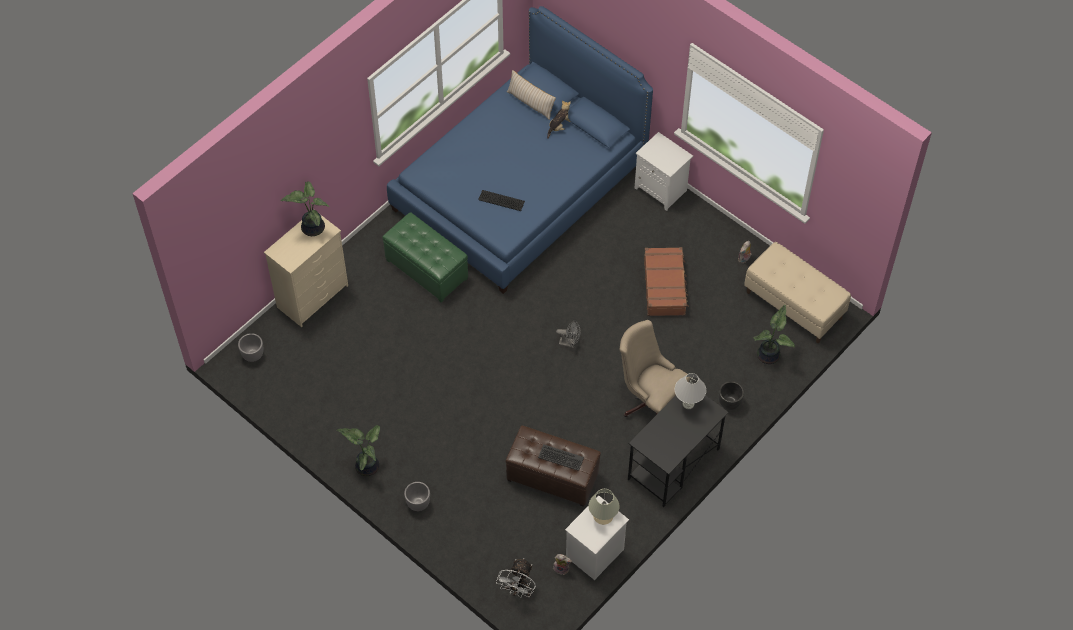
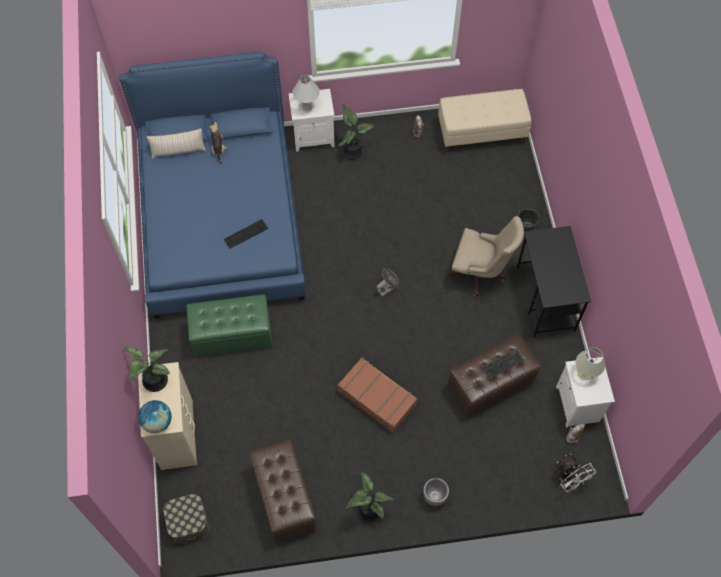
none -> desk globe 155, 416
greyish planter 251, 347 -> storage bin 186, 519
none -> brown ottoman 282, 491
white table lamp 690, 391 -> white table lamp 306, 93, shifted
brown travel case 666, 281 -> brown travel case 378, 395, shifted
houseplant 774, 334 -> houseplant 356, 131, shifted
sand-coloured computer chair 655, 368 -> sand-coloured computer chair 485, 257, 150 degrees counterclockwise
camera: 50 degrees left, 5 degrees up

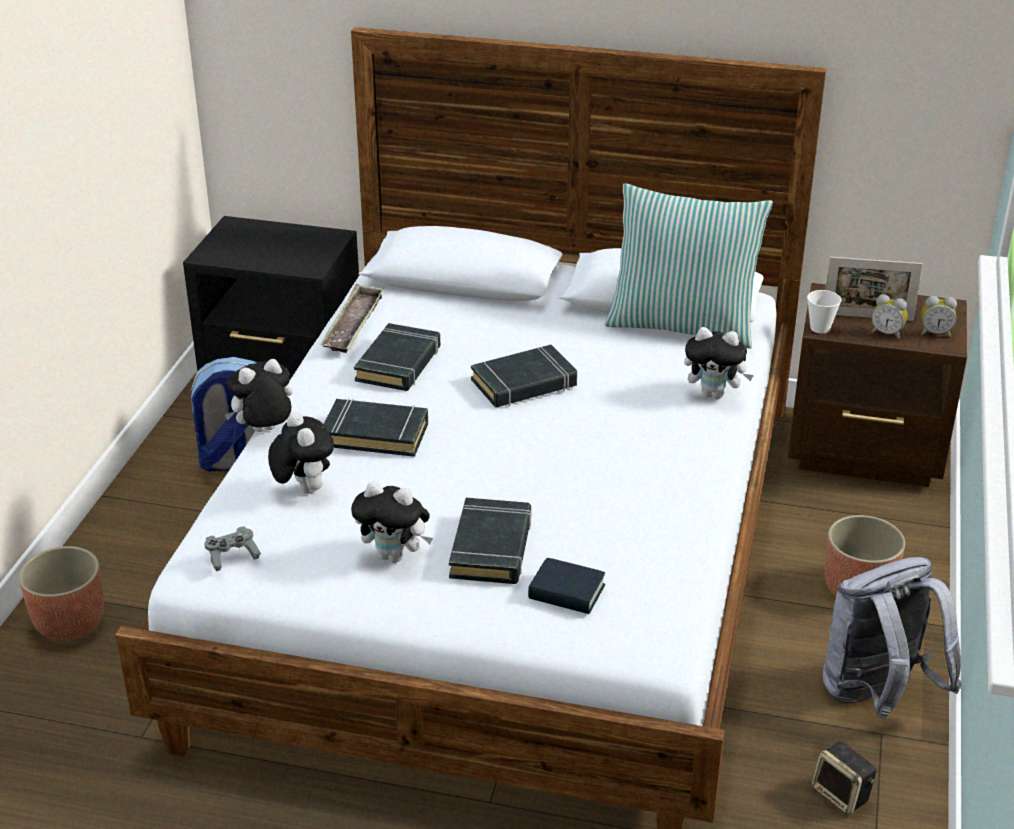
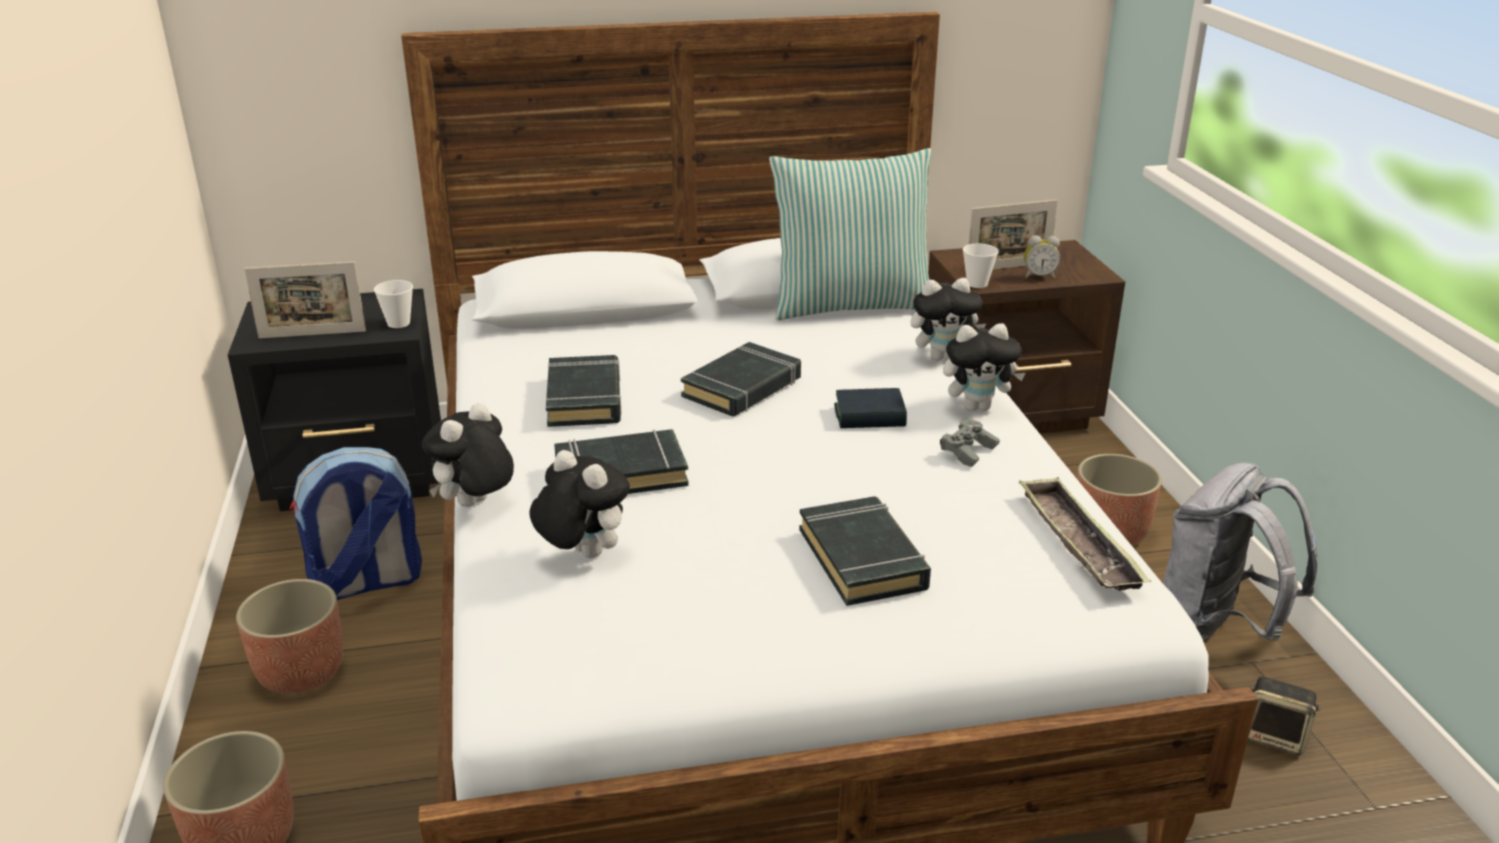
none -> planter 289, 636
none -> picture frame 305, 300
none -> drinking cup 393, 304
bound book 566, 586 -> bound book 870, 408, shifted
greyish gamepad 232, 549 -> greyish gamepad 970, 443, shifted
plush toy 392, 522 -> plush toy 984, 367, shifted
tray 352, 318 -> tray 1085, 534, shifted
alarm clock 939, 316 -> none
camera: 25 degrees left, 5 degrees down

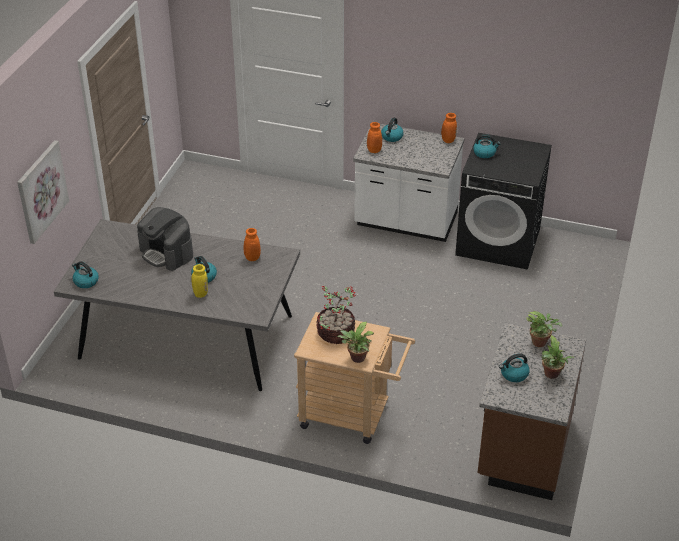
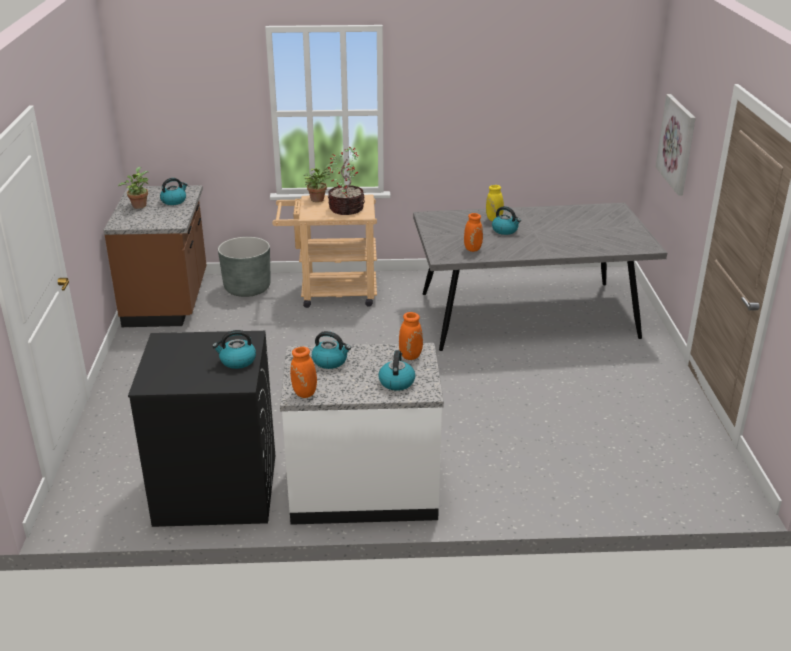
none -> greyish planter 244, 267
water kettle 85, 274 -> water kettle 331, 350, shifted
coffee machine 165, 239 -> none
houseplant 544, 329 -> none
camera: 160 degrees right, 10 degrees down

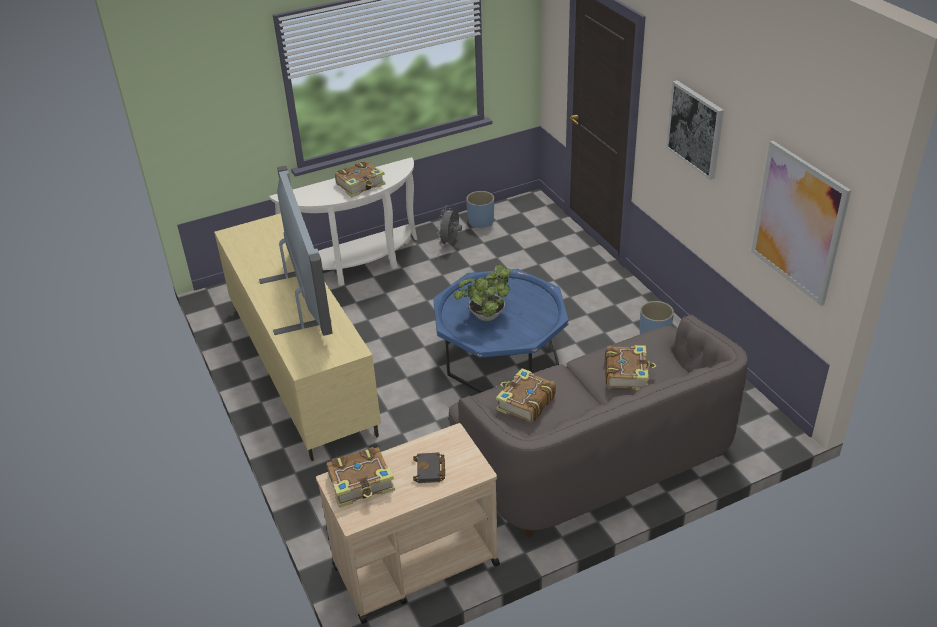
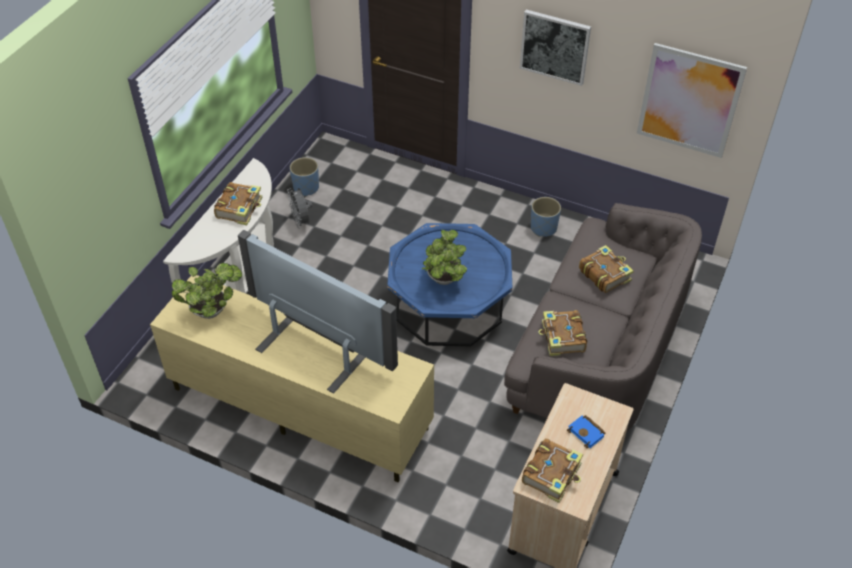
none -> houseplant 207, 291
black bound book 429, 467 -> blue-coloured bound book 586, 431
camera: 40 degrees left, 10 degrees up

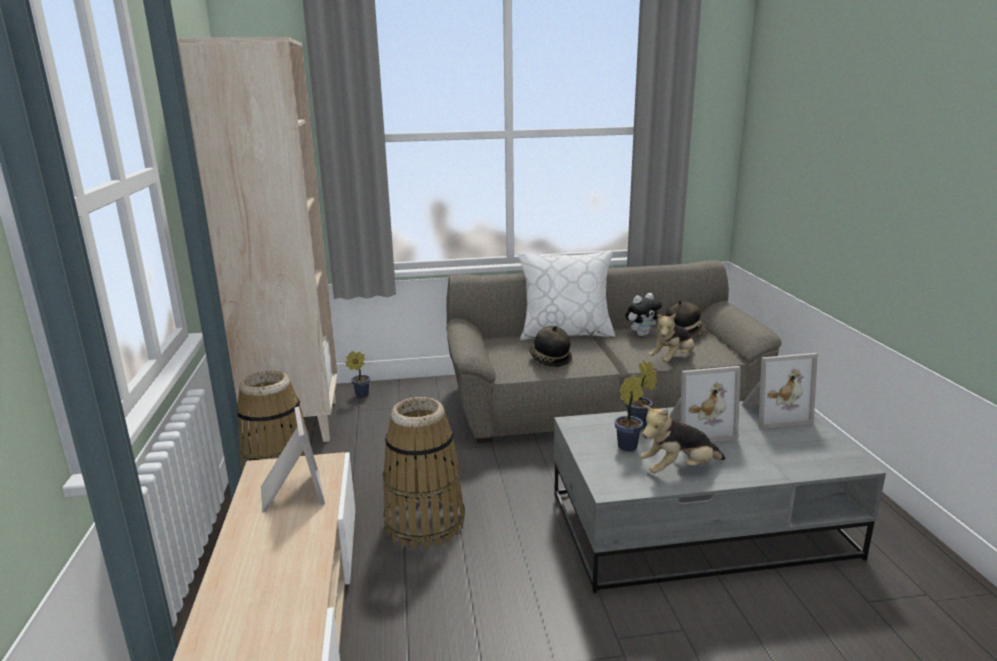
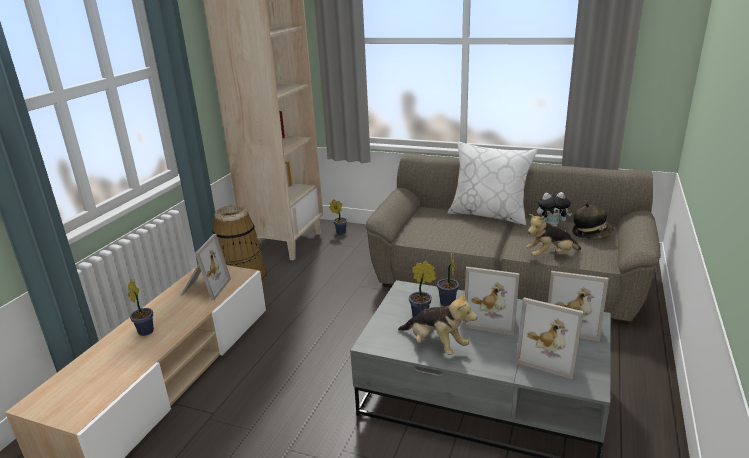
none -> houseplant 141, 307
plush toy 682, 439 -> plush toy 437, 323, 150 degrees counterclockwise
none -> picture frame 549, 338
storage basket 424, 472 -> none
wearable hat 550, 346 -> none
camera: 30 degrees right, 5 degrees up

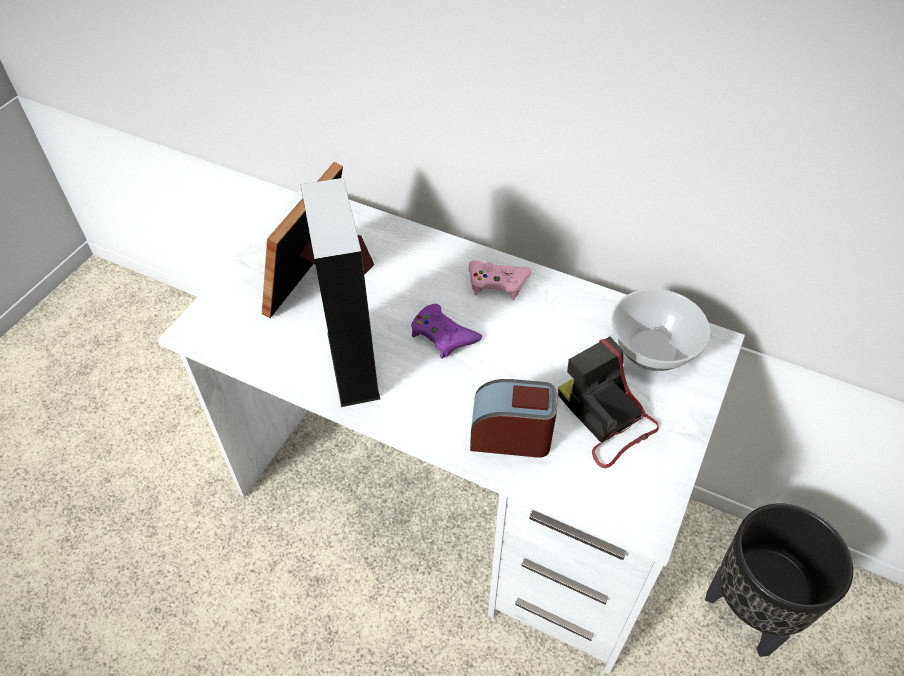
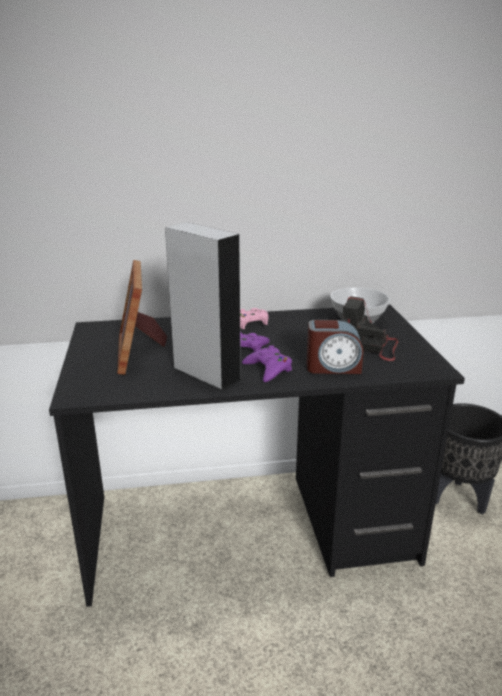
white desk unit 451, 432 -> black desk unit 257, 456
none -> purple gamepad 267, 363
alarm clock 514, 418 -> alarm clock 335, 347, 150 degrees counterclockwise
camera: 35 degrees left, 25 degrees down

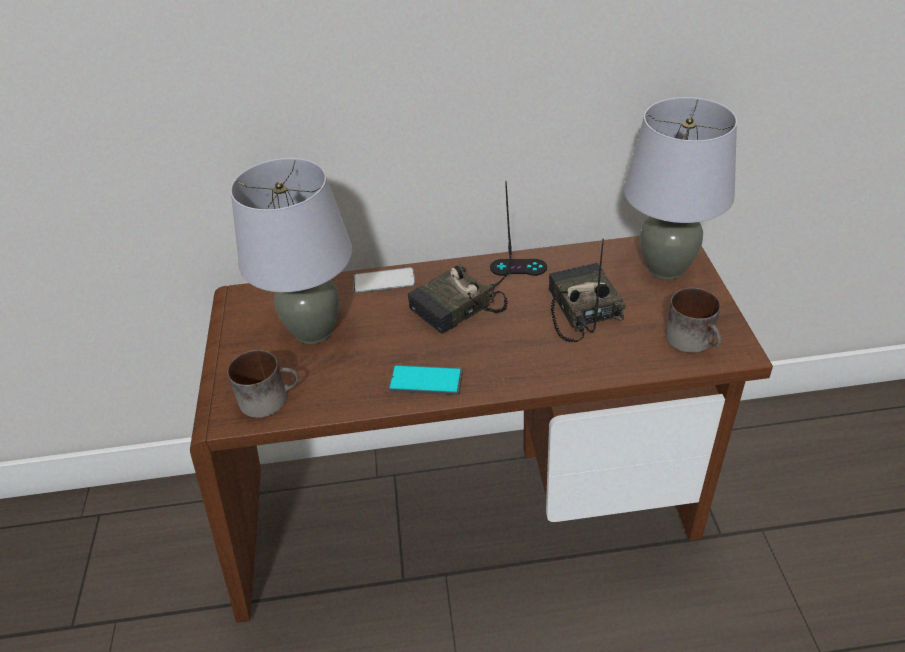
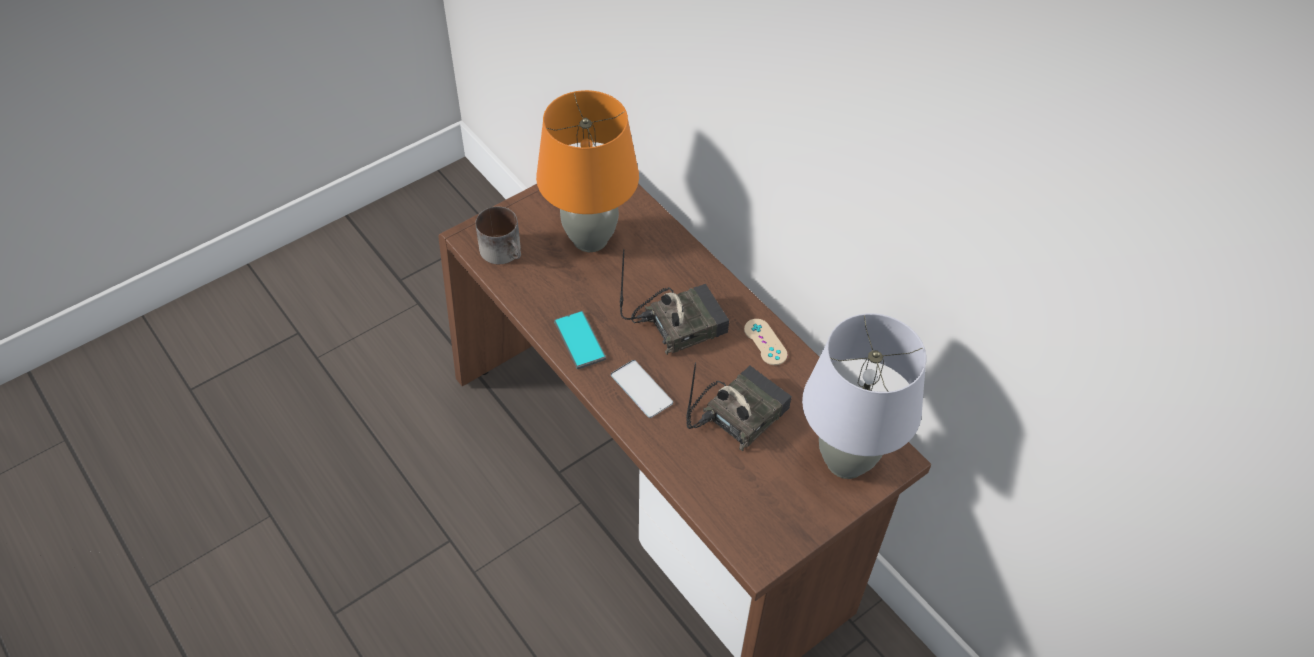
greyish table lamp 291, 251 -> orange-coloured table lamp 587, 171
handset 384, 280 -> handset 642, 389, shifted
radio set 460, 257 -> radio set 674, 302, 135 degrees clockwise
black gamepad 518, 267 -> sand-coloured gamepad 766, 342
tea mug 693, 320 -> none
camera: 55 degrees right, 10 degrees up

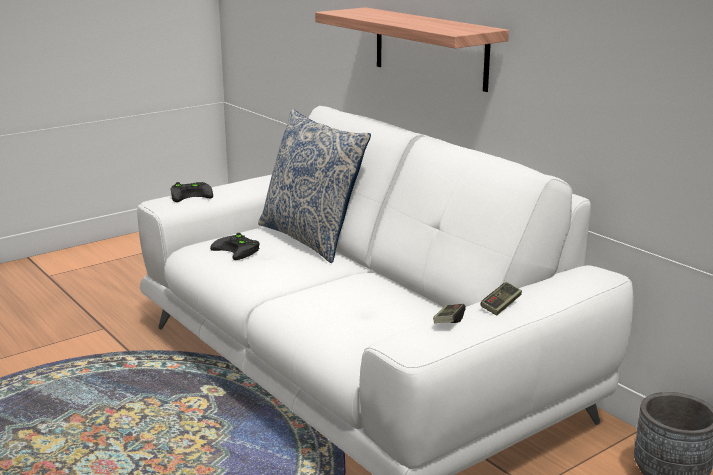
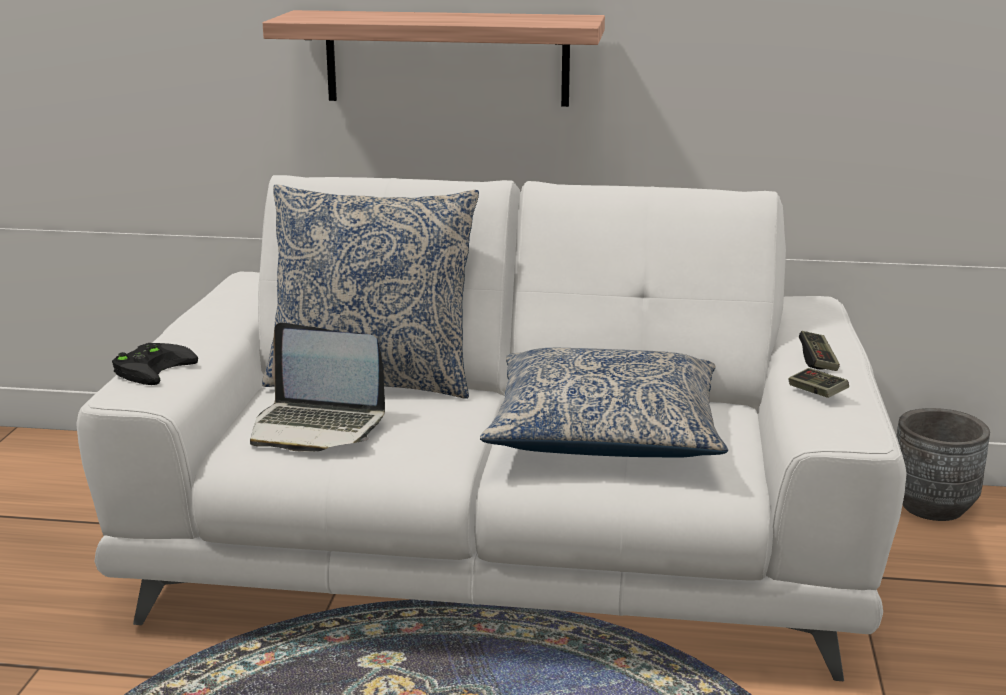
black gamepad 235, 246 -> portable computer 317, 387
none -> pillow 604, 403
camera: 45 degrees left, 0 degrees up

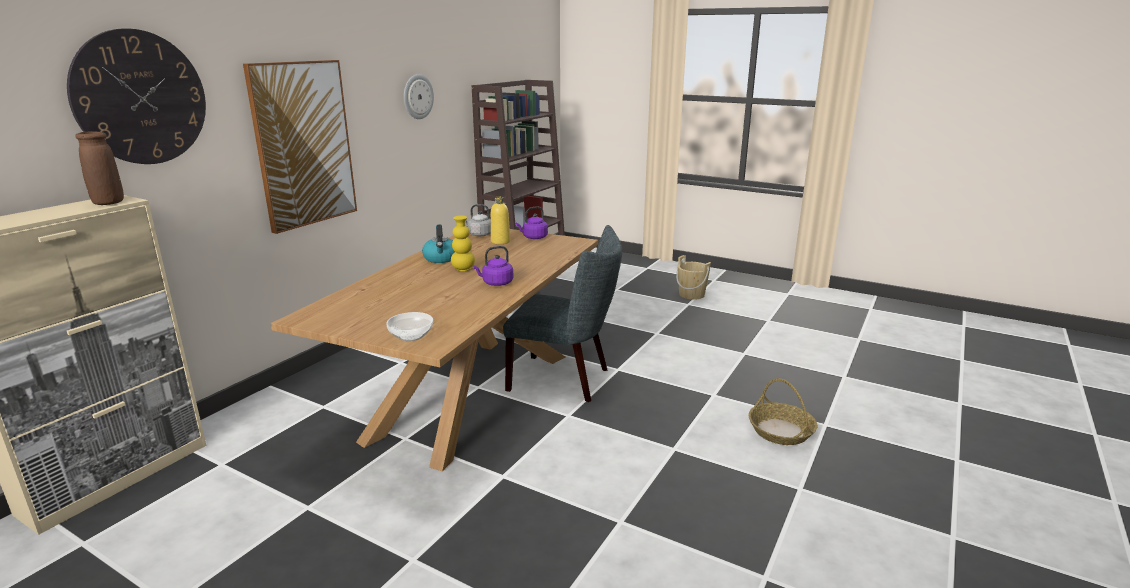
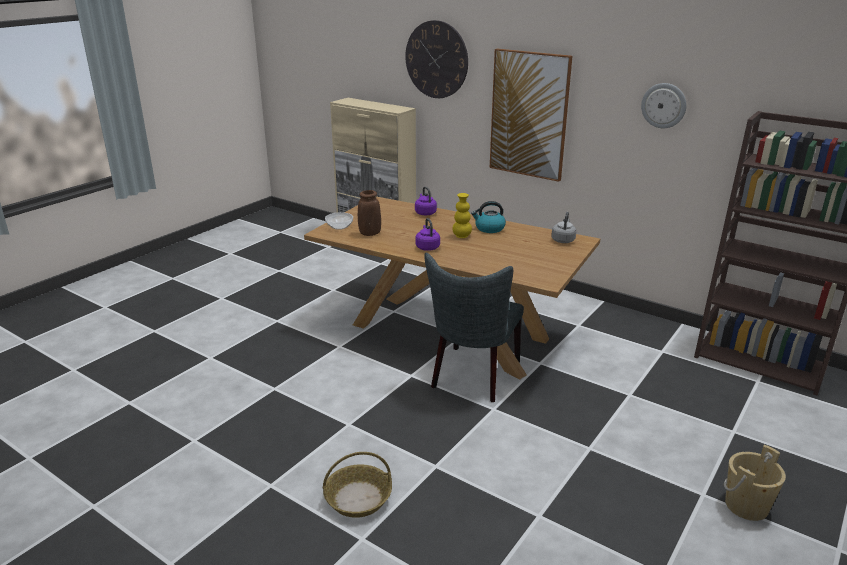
brown decorative vase 99, 168 -> brown decorative vase 369, 213, shifted
purple water kettle 532, 222 -> purple water kettle 426, 201, shifted
yellow beverage bottle 500, 220 -> none
camera: 95 degrees right, 5 degrees up

